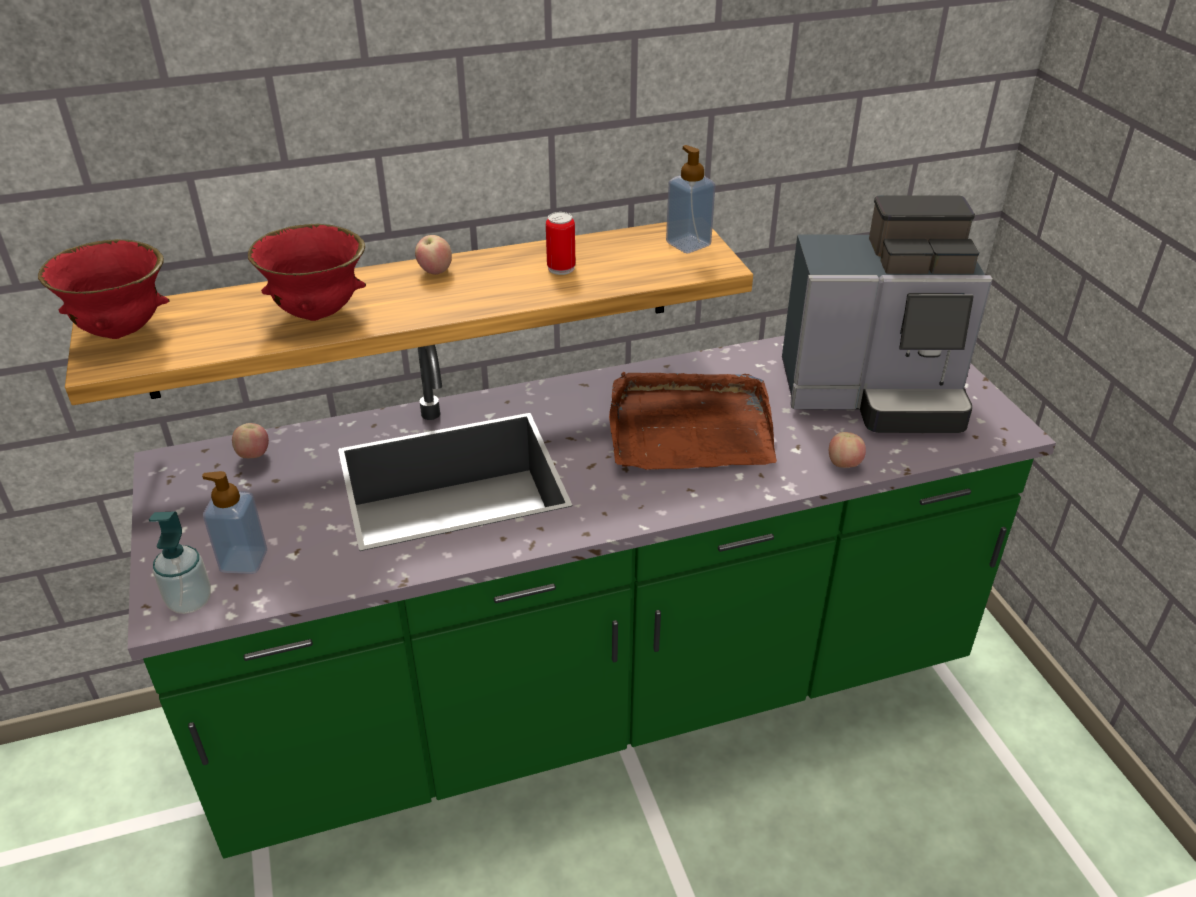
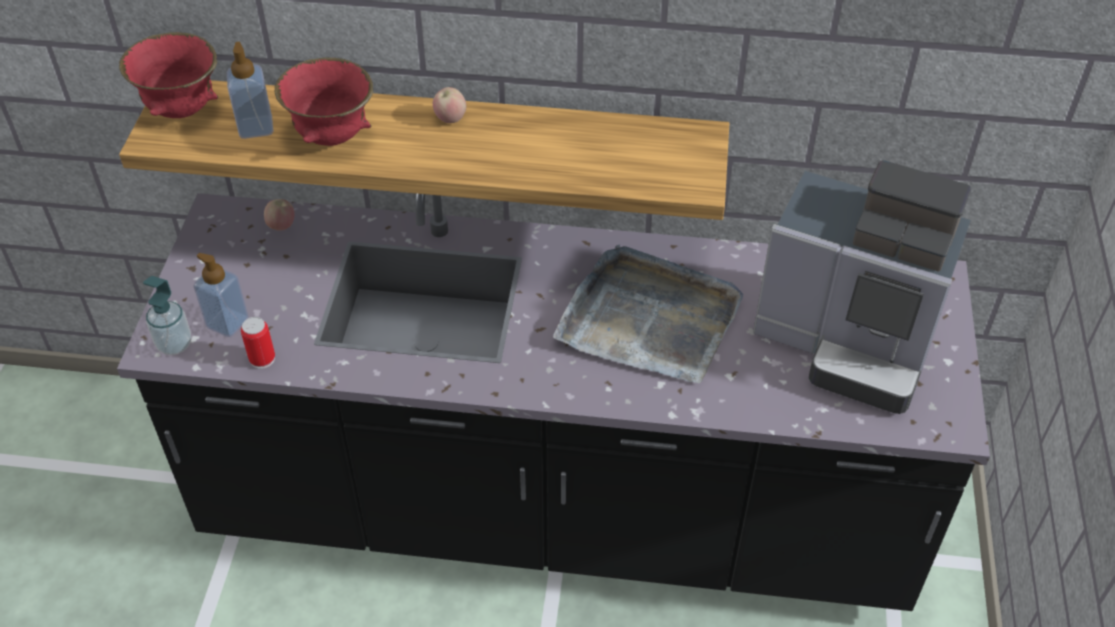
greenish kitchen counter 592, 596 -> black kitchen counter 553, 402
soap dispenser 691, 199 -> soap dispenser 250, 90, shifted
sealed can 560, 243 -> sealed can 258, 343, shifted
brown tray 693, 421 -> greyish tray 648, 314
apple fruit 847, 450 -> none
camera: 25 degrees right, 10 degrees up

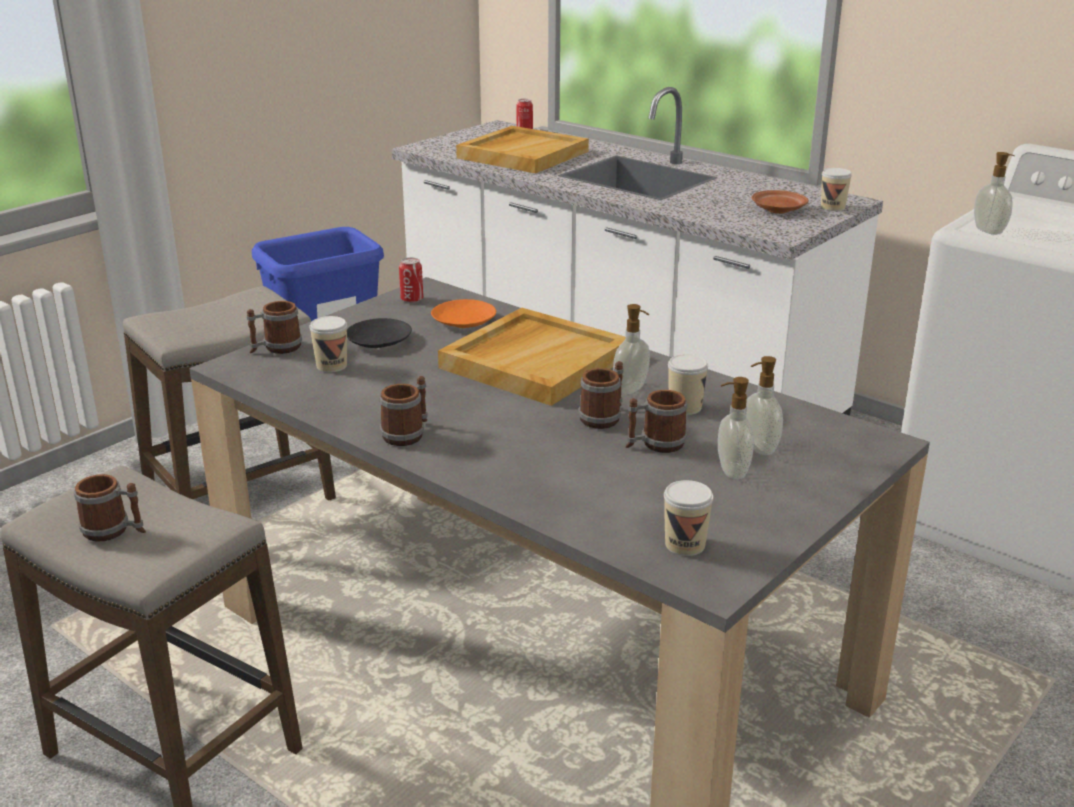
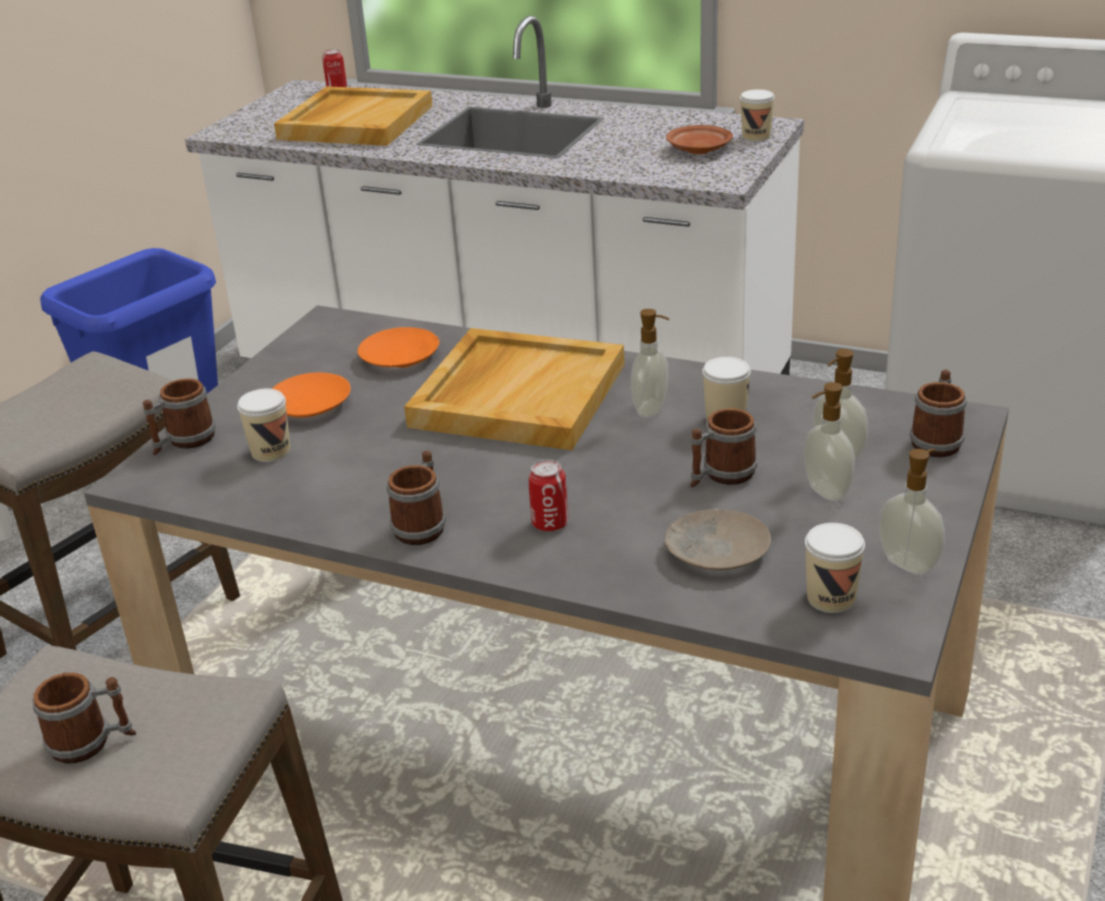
black dinner plate 379, 333 -> orange-coloured dinner plate 311, 394
sealed can 411, 280 -> sealed can 548, 496, shifted
none -> sand-coloured dinner plate 718, 539
soap dispenser 994, 193 -> soap dispenser 912, 512, shifted
tea mug 601, 395 -> tea mug 938, 413, shifted
camera: 15 degrees left, 5 degrees up

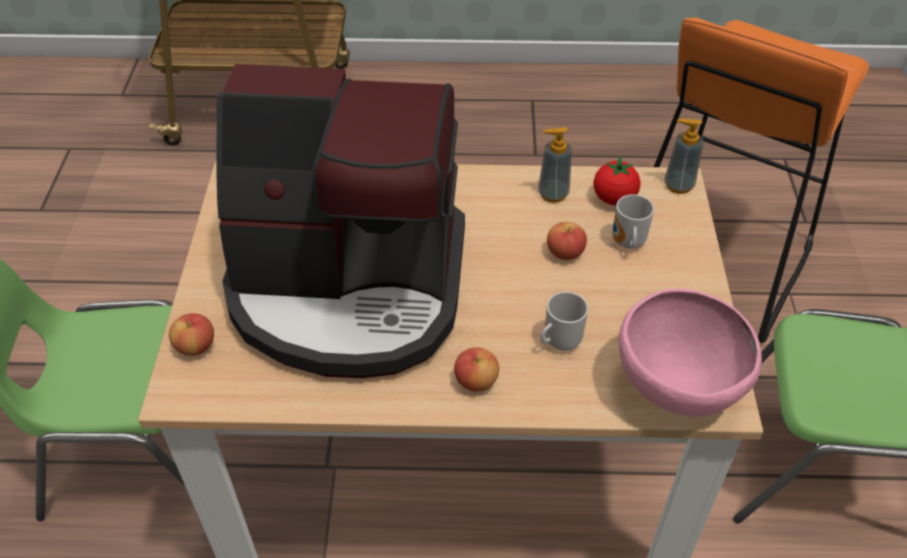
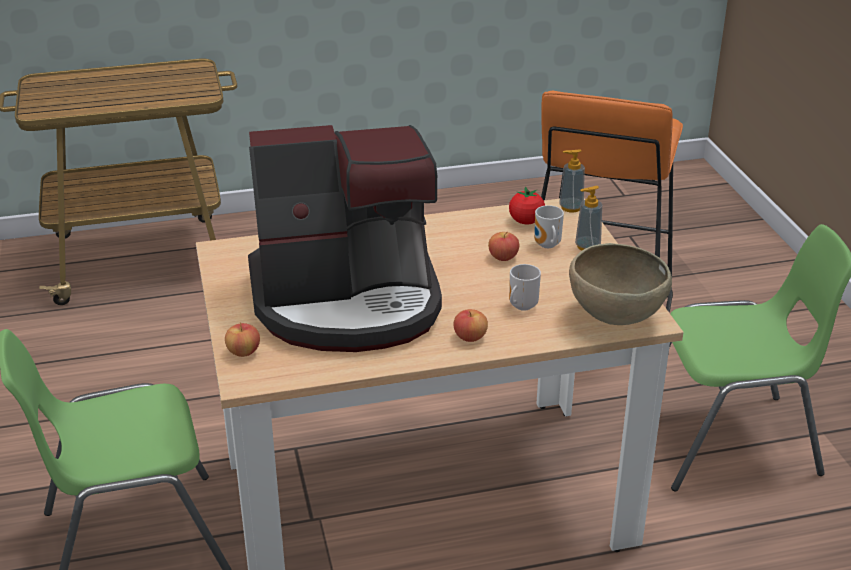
pink-coloured bowl 690, 352 -> brown bowl 620, 284
soap dispenser 555, 165 -> soap dispenser 588, 218, shifted
camera: 15 degrees left, 15 degrees down

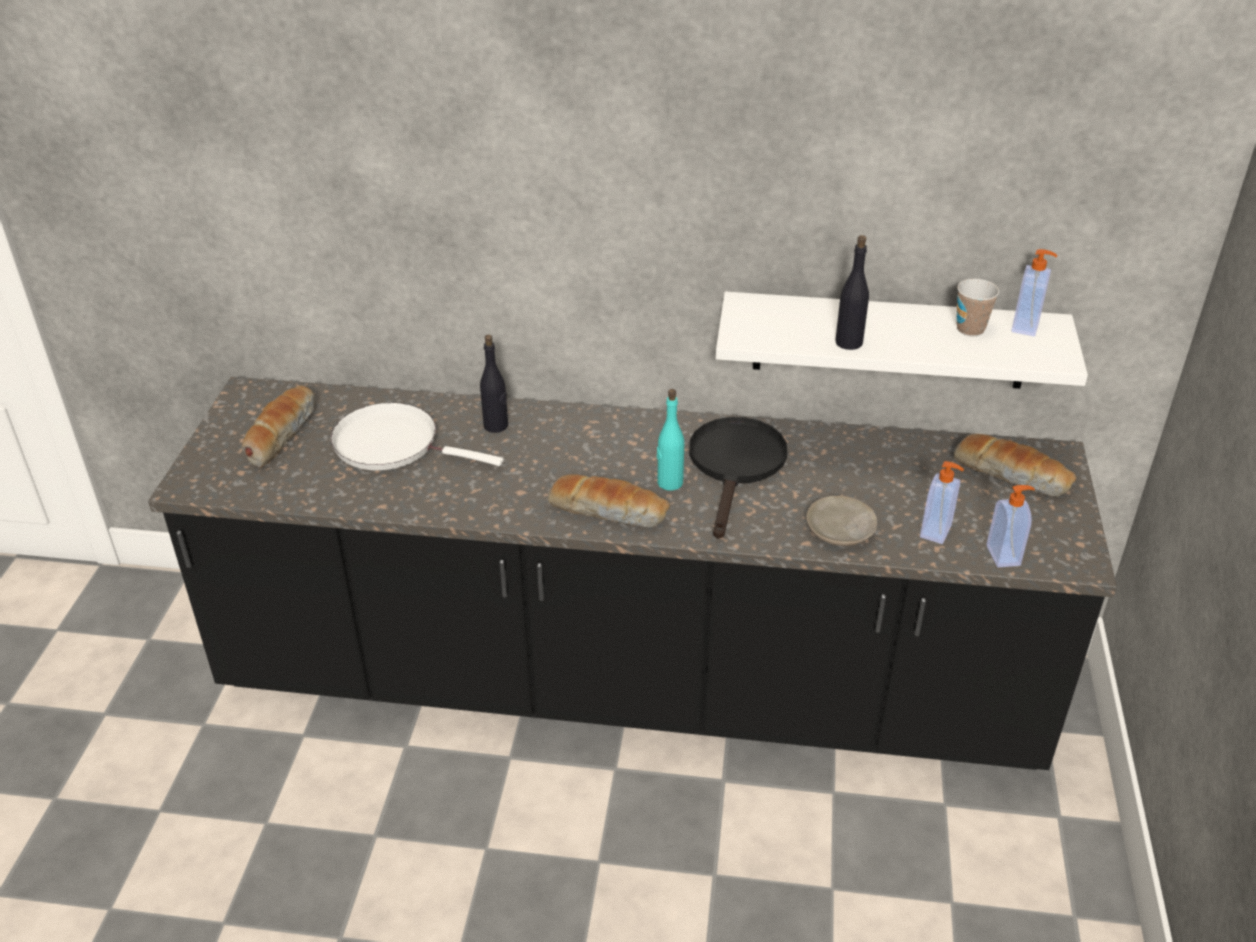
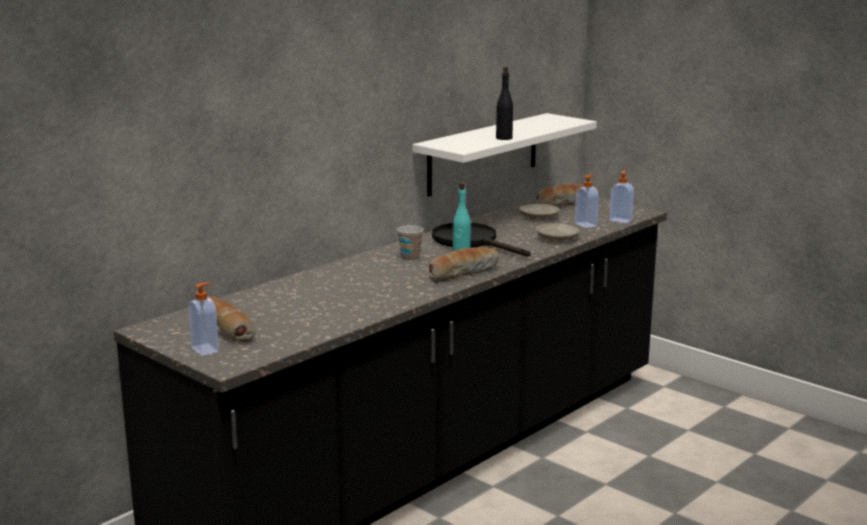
soap dispenser 1034, 292 -> soap dispenser 203, 319, shifted
drinking cup 977, 307 -> drinking cup 410, 243, shifted
none -> sand-coloured dinner plate 539, 212
white frying pan 417, 436 -> none
black beverage bottle 494, 383 -> none
camera: 55 degrees left, 20 degrees down

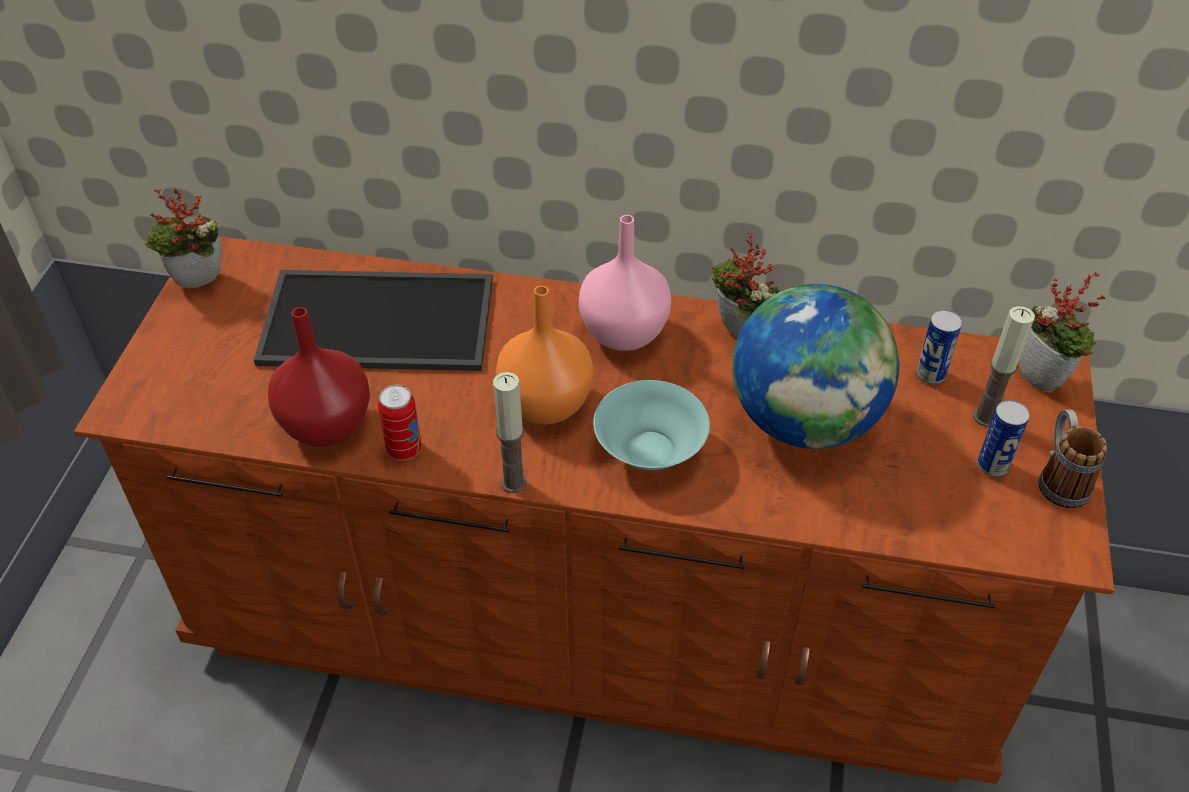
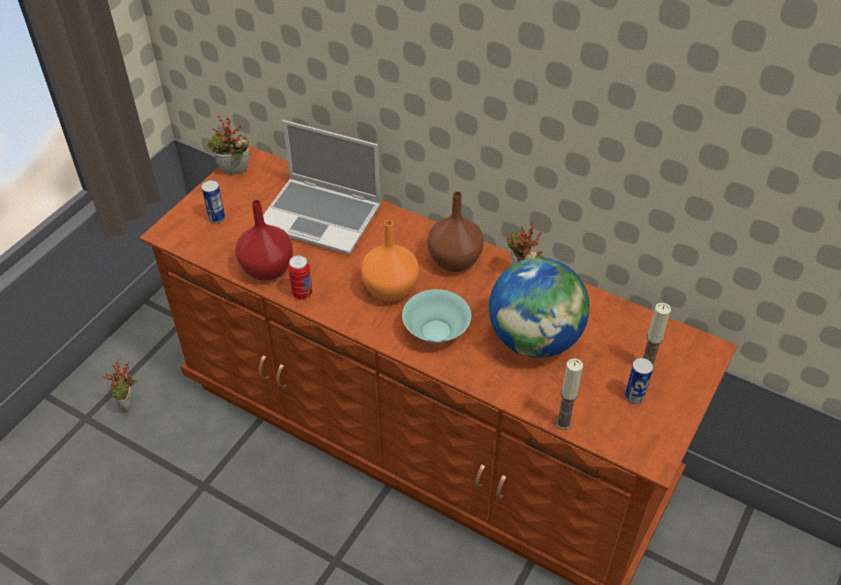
houseplant 1062, 332 -> houseplant 119, 386, shifted
sealed can 939, 347 -> sealed can 213, 202, shifted
tray 373, 320 -> portable computer 322, 187
pink-coloured decorative vase 625, 283 -> brown decorative vase 455, 231
wax candle 510, 432 -> wax candle 569, 394, shifted
tea mug 1072, 458 -> none
camera: 20 degrees right, 0 degrees up

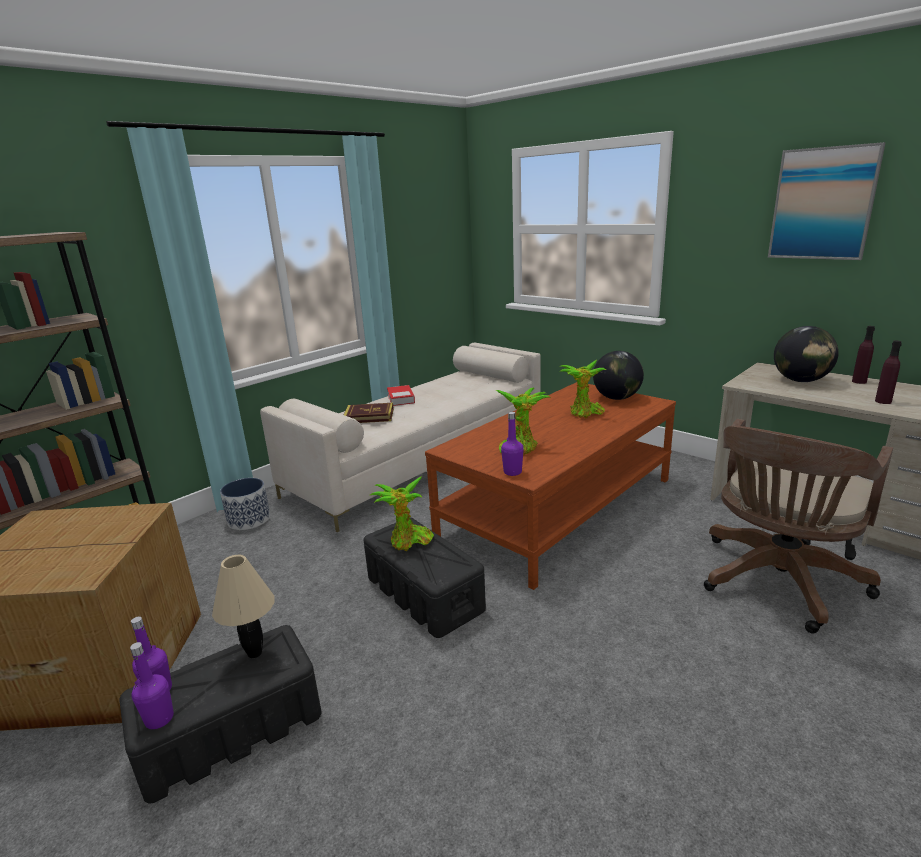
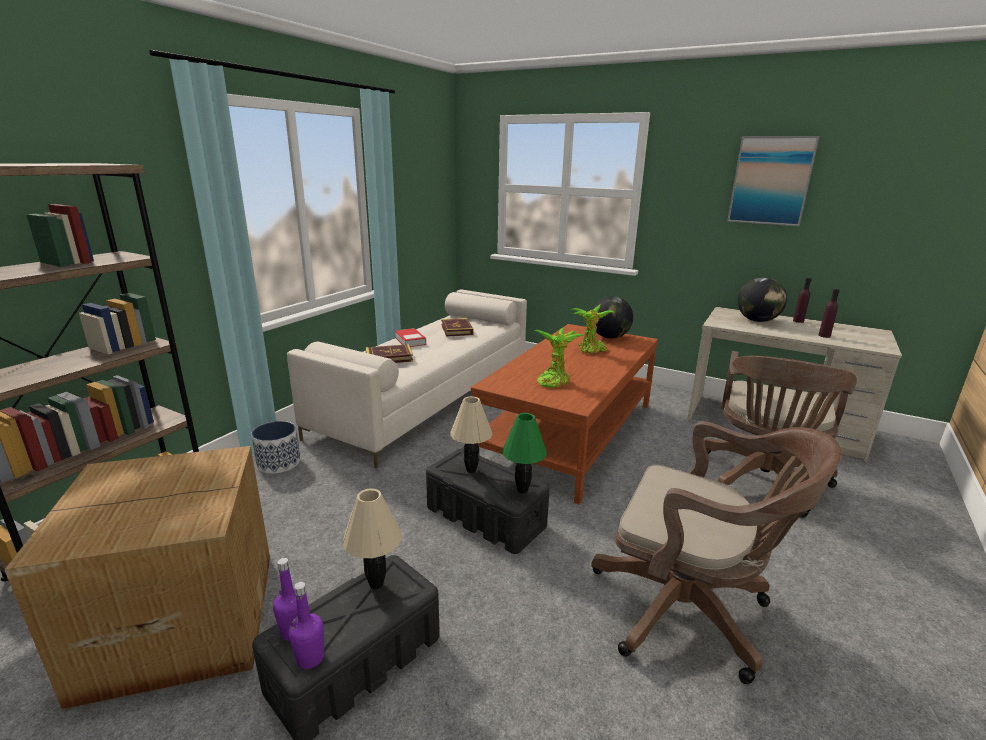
none -> bound book 457, 327
houseplant 402, 513 -> sand-coloured table lamp 471, 434
none -> greenish table lamp 524, 453
none -> brown computer chair 716, 552
purple beverage bottle 512, 444 -> none
camera: 15 degrees left, 0 degrees up

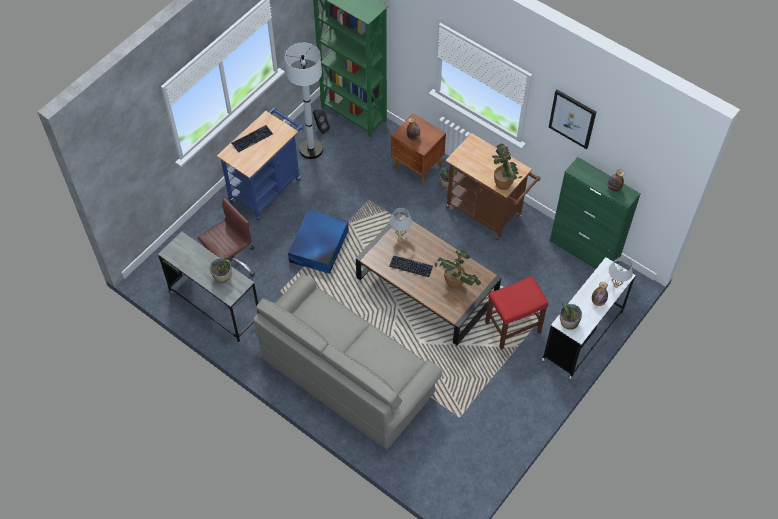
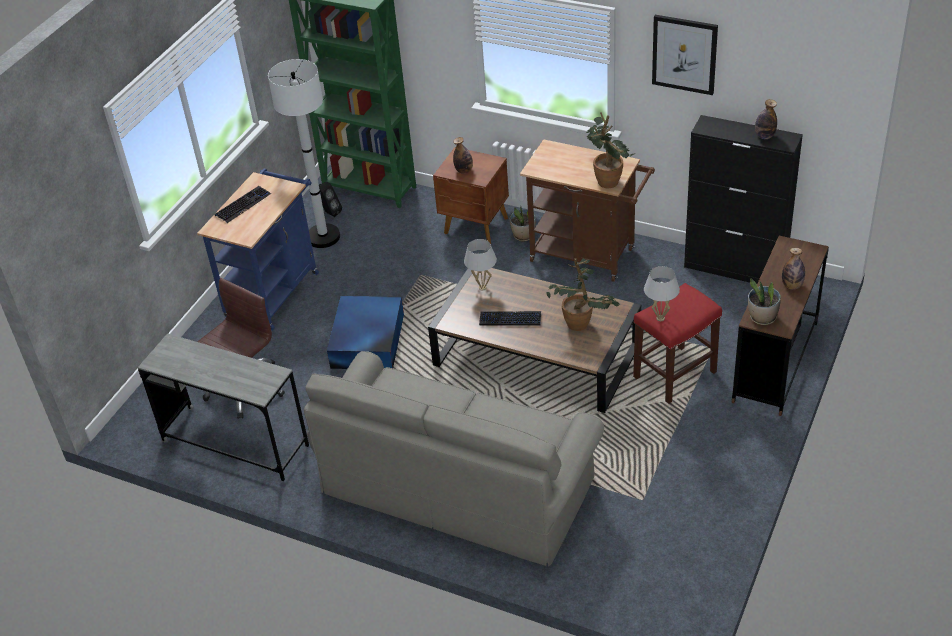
white table lamp 621, 272 -> white table lamp 662, 293, shifted
greenish cabinet 595, 213 -> black cabinet 743, 199
white desk unit 589, 318 -> brown desk unit 780, 326
houseplant 221, 269 -> none
camera: 10 degrees left, 15 degrees down

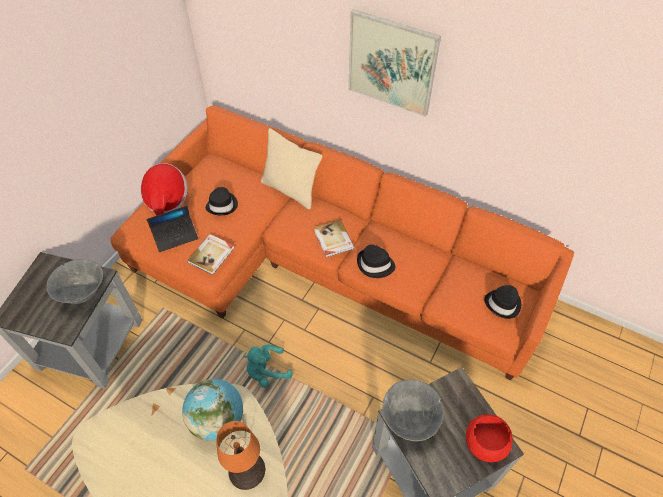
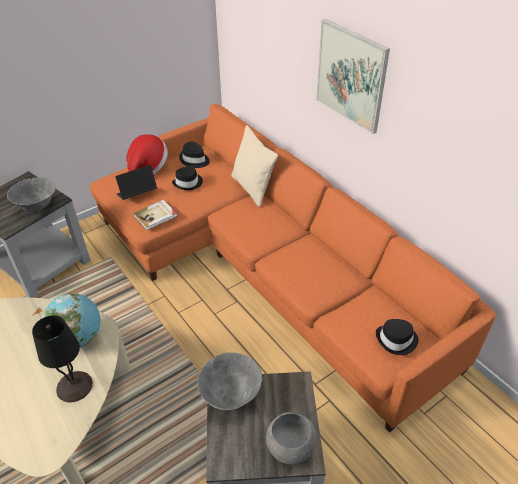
orange-coloured table lamp 240, 455 -> black table lamp 62, 358
portable computer 172, 229 -> portable computer 136, 182, 150 degrees clockwise
black wearable hat 376, 261 -> black wearable hat 194, 154, shifted
reddish bowl 489, 438 -> greyish bowl 291, 438
turquoise-coloured plush toy 268, 366 -> none
bound book 333, 239 -> none
camera: 25 degrees right, 10 degrees down

